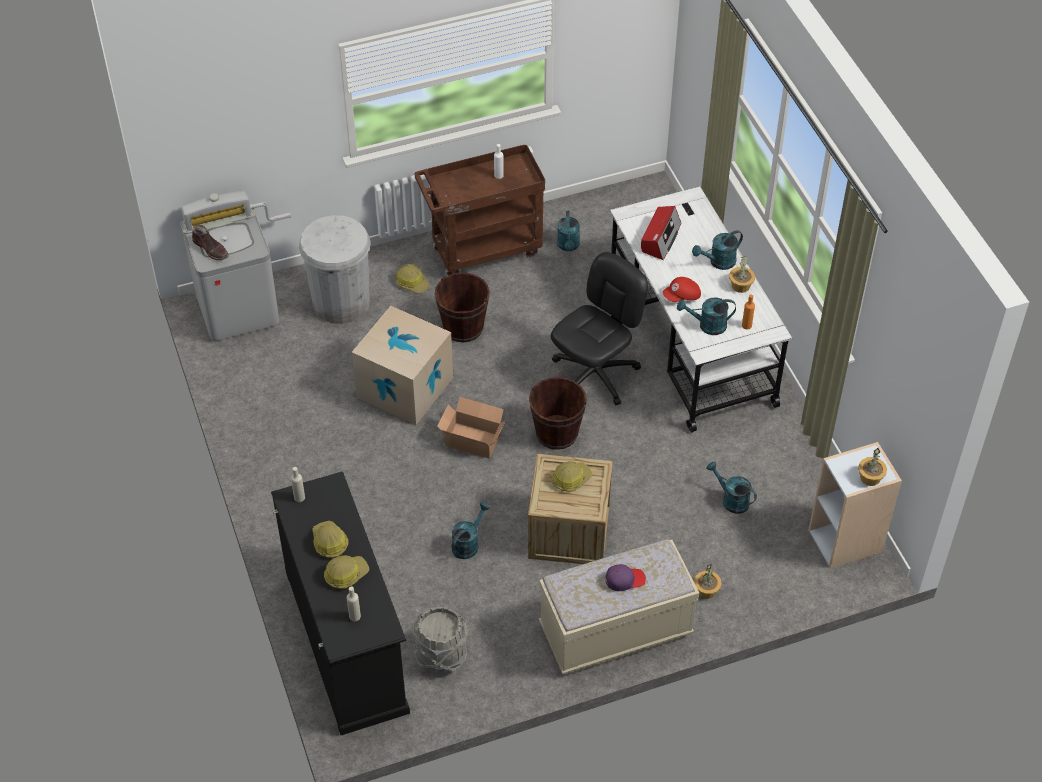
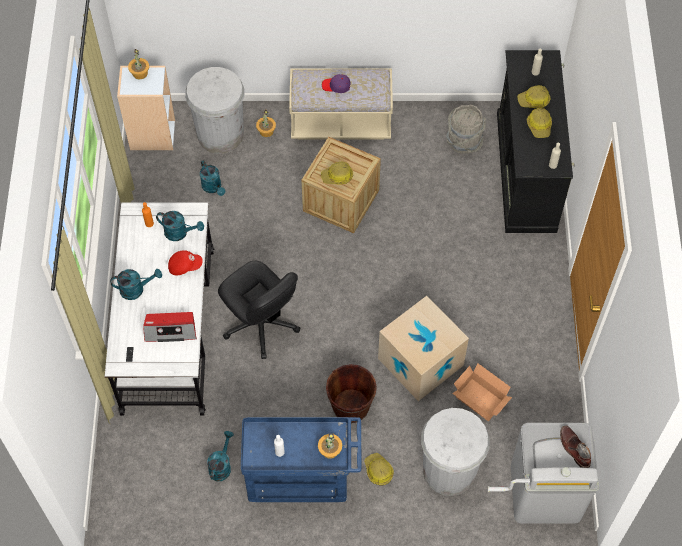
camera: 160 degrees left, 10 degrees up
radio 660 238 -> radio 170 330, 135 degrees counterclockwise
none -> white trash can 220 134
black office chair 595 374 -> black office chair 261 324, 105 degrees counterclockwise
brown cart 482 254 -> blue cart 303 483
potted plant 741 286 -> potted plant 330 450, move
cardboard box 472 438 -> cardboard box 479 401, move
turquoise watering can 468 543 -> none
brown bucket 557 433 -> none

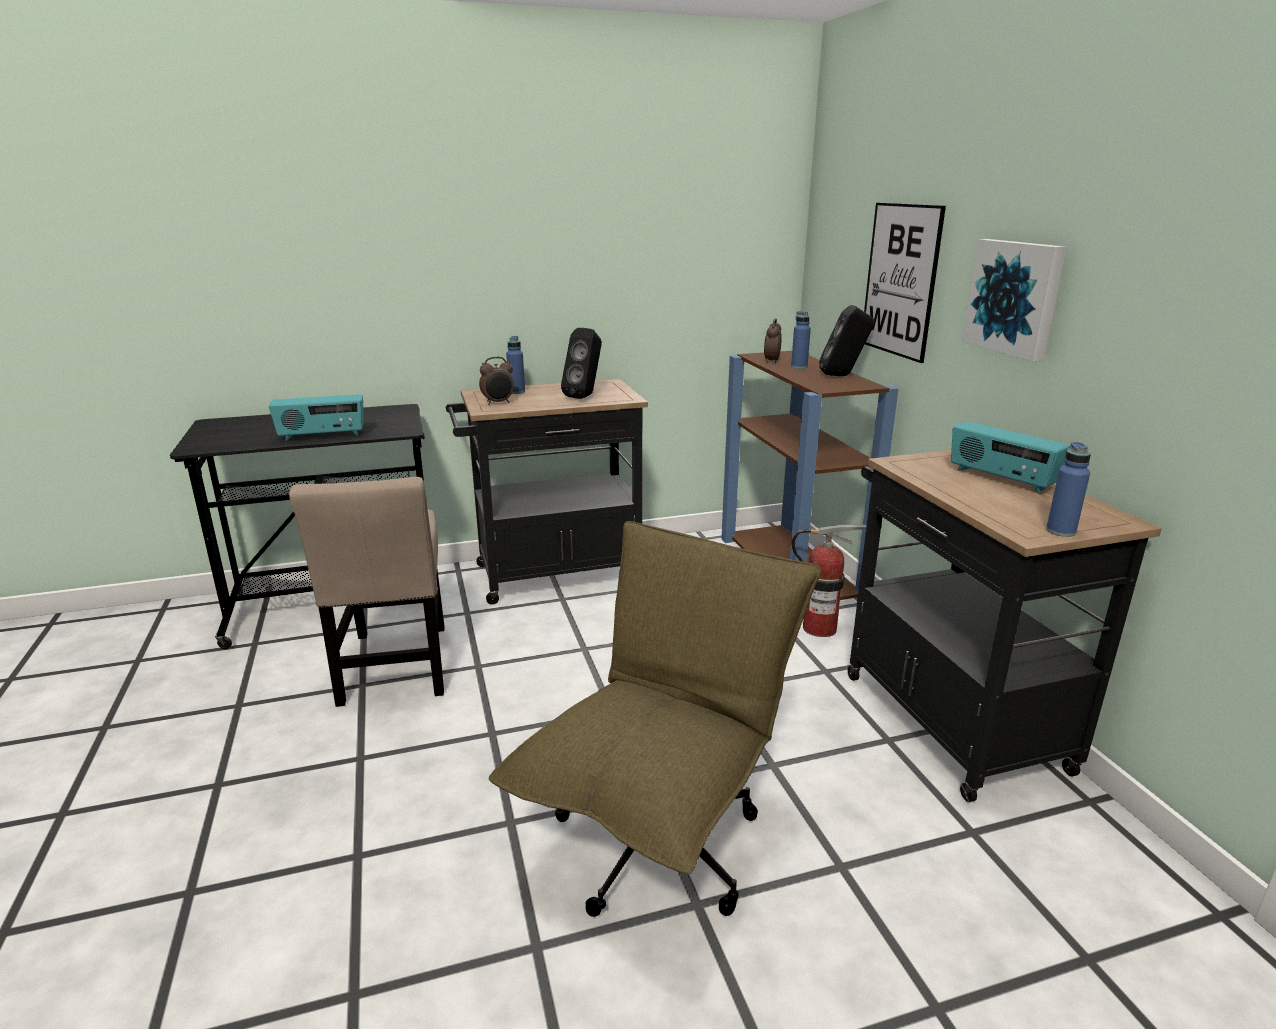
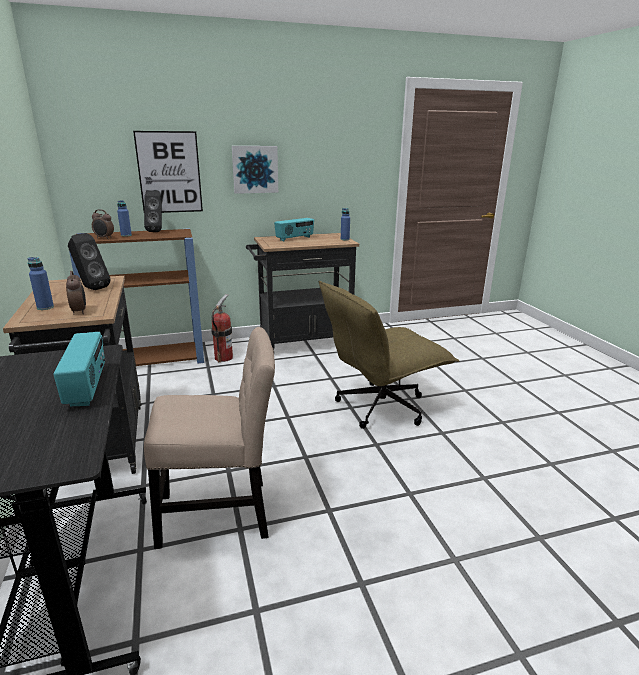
camera: 90 degrees left, 0 degrees up
beige office chair 655 845 -> beige office chair 382 406, 60 degrees counterclockwise

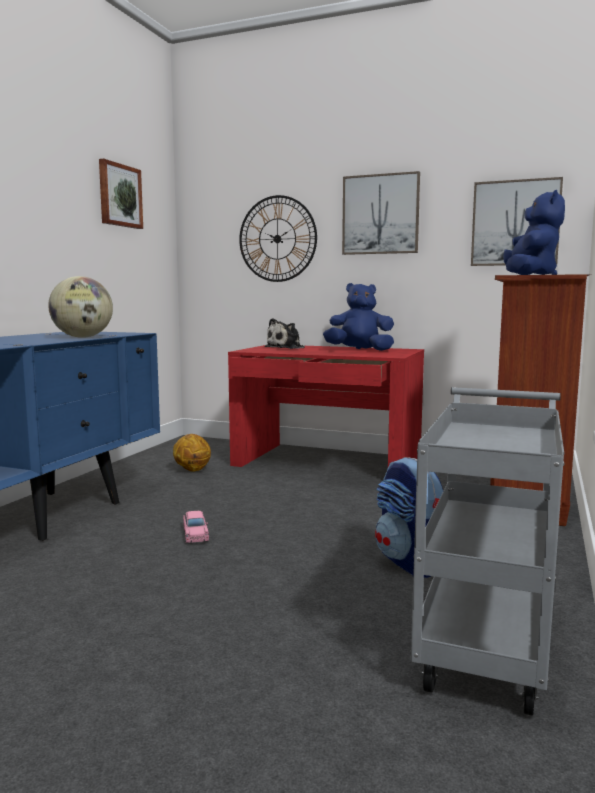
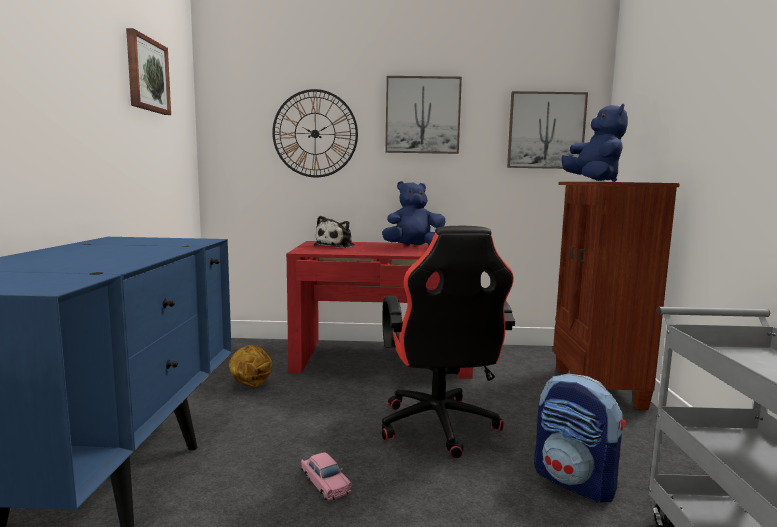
camera: 20 degrees left, 0 degrees up
none -> black office chair 439 431
globe 82 337 -> none

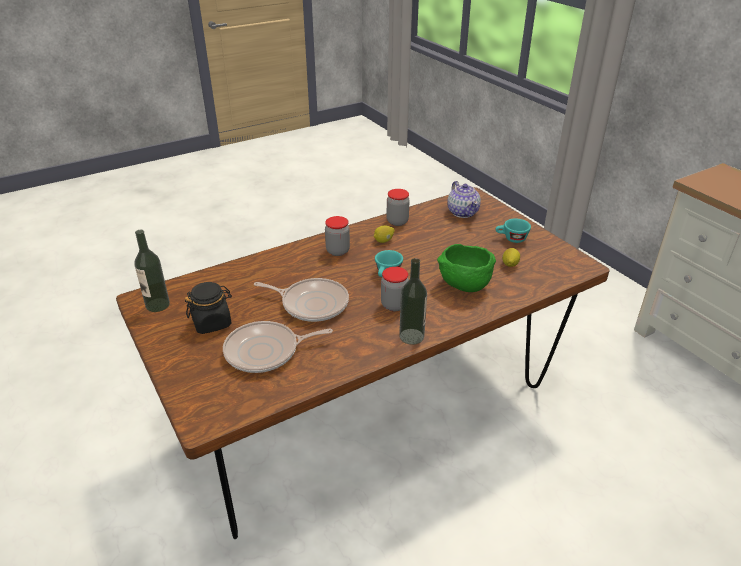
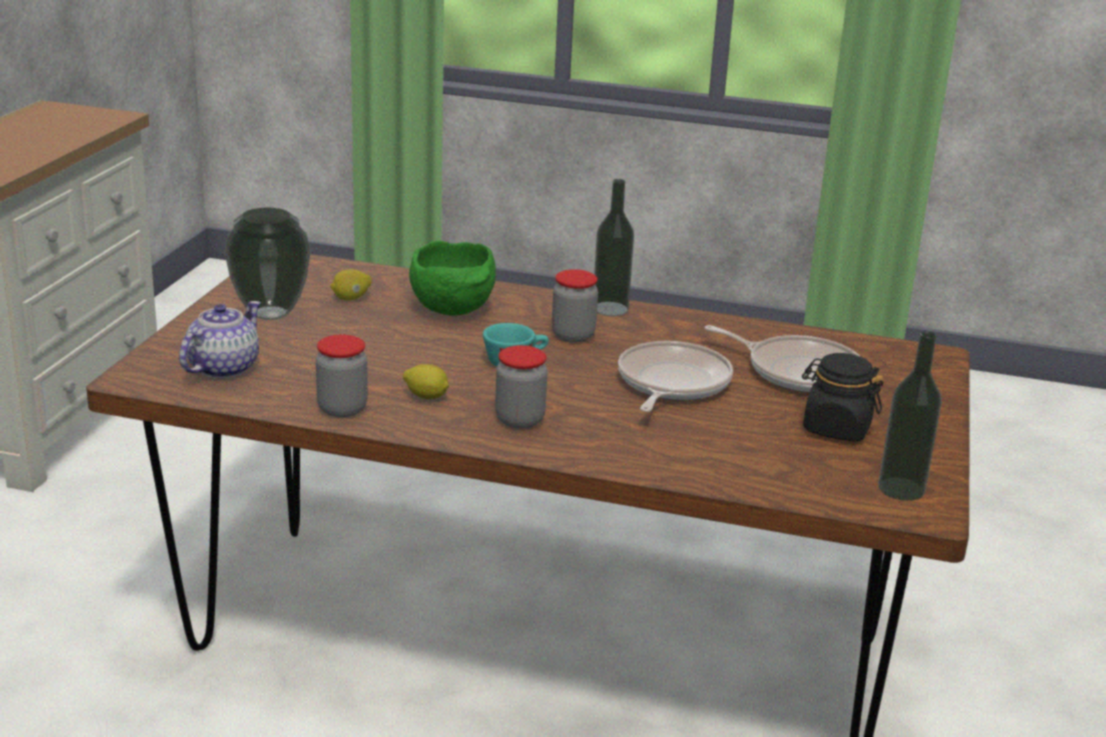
camera: 135 degrees left, 10 degrees down
turquoise cup 511 239 -> vase 269 313
frying pan 312 303 -> frying pan 671 384, 45 degrees clockwise

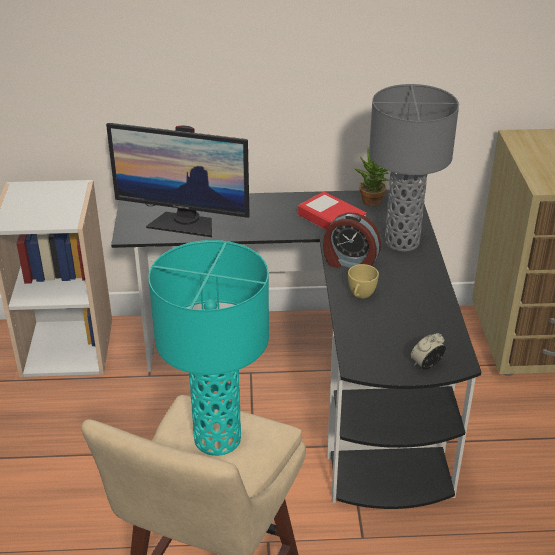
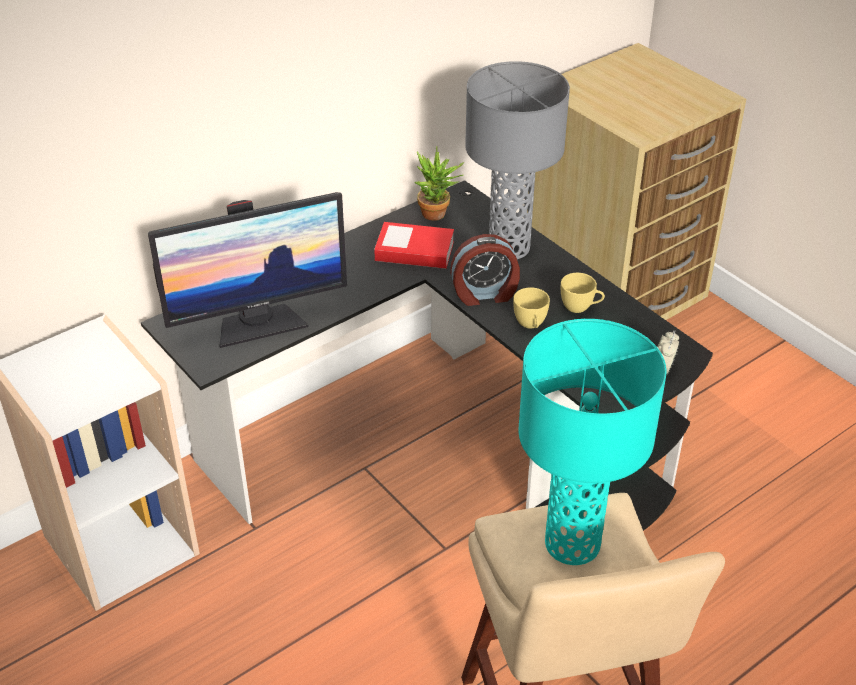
camera: 35 degrees left, 5 degrees up
none -> yellow cup 580 307

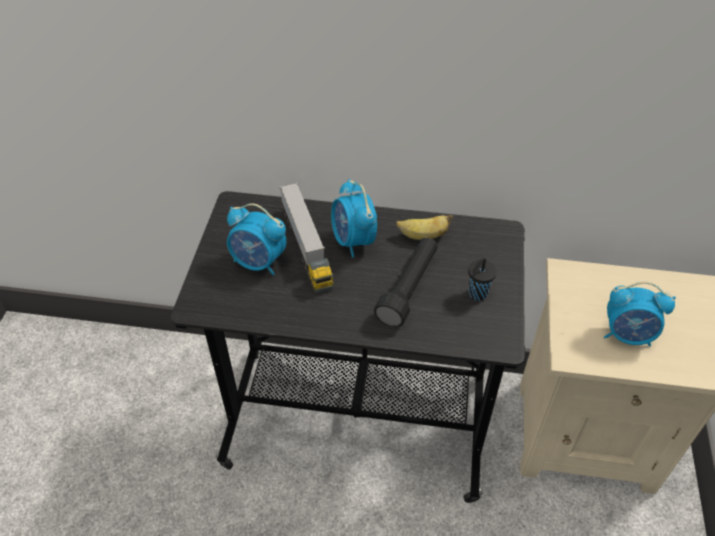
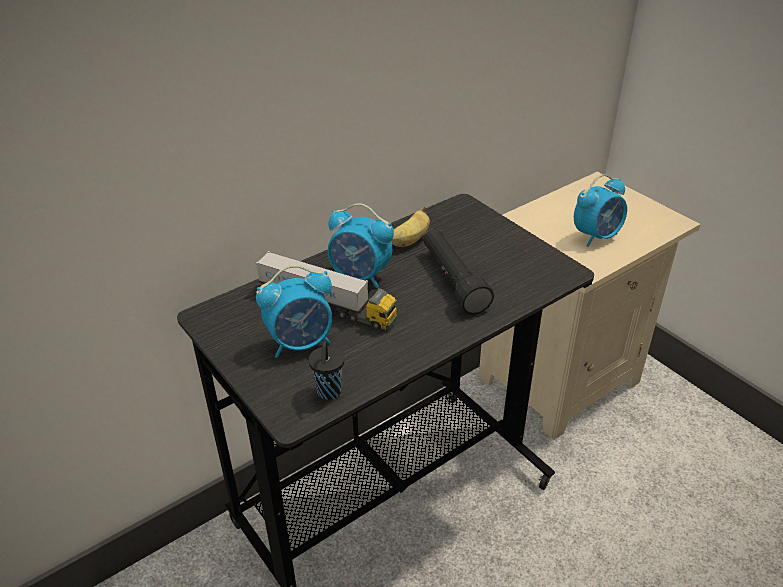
camera: 45 degrees left, 10 degrees down
black cup 476 294 -> black cup 329 392, move

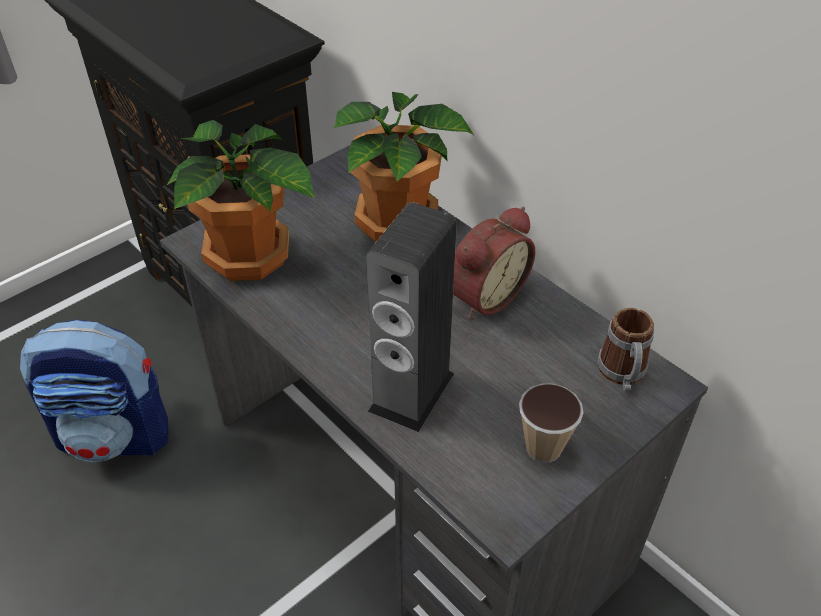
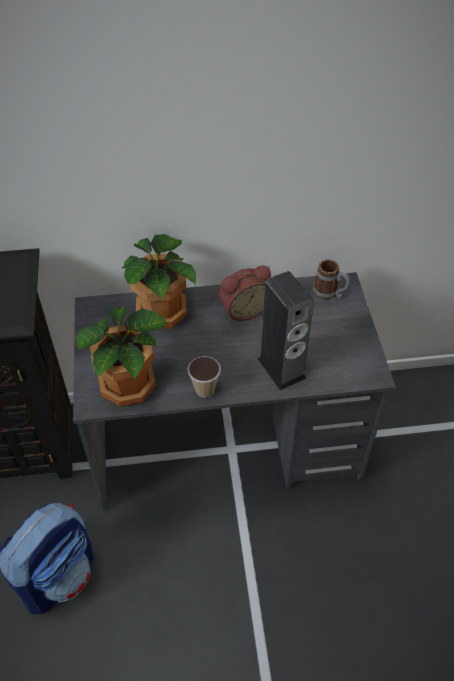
camera: 55 degrees left, 5 degrees up
cup 543 448 -> cup 205 390, move
alarm clock 484 295 -> alarm clock 243 309, 75 degrees clockwise

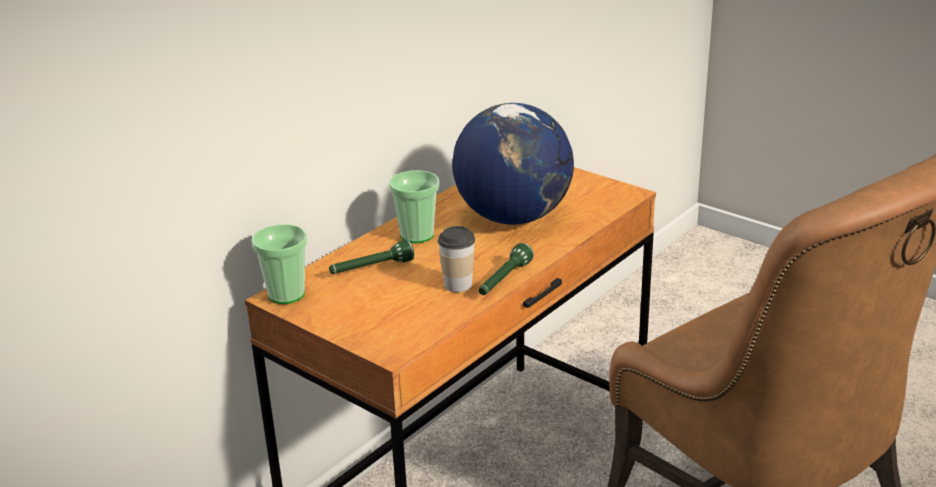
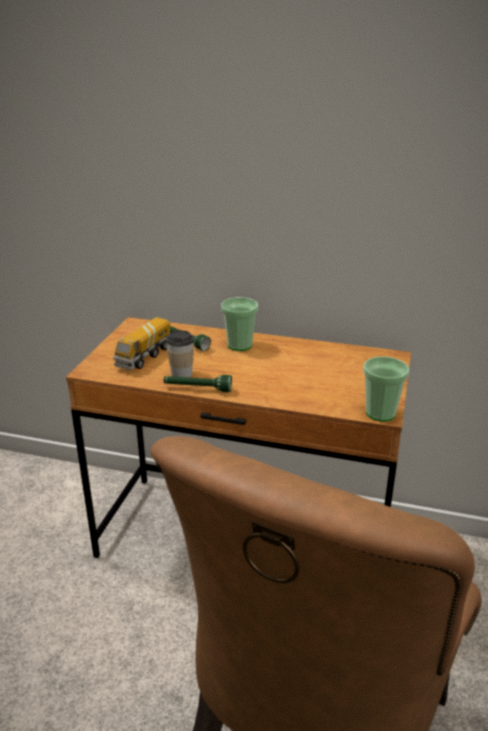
camera: 65 degrees right, 0 degrees up
none -> toy truck 143 357
cup 286 294 -> cup 380 413, move
globe 513 217 -> none

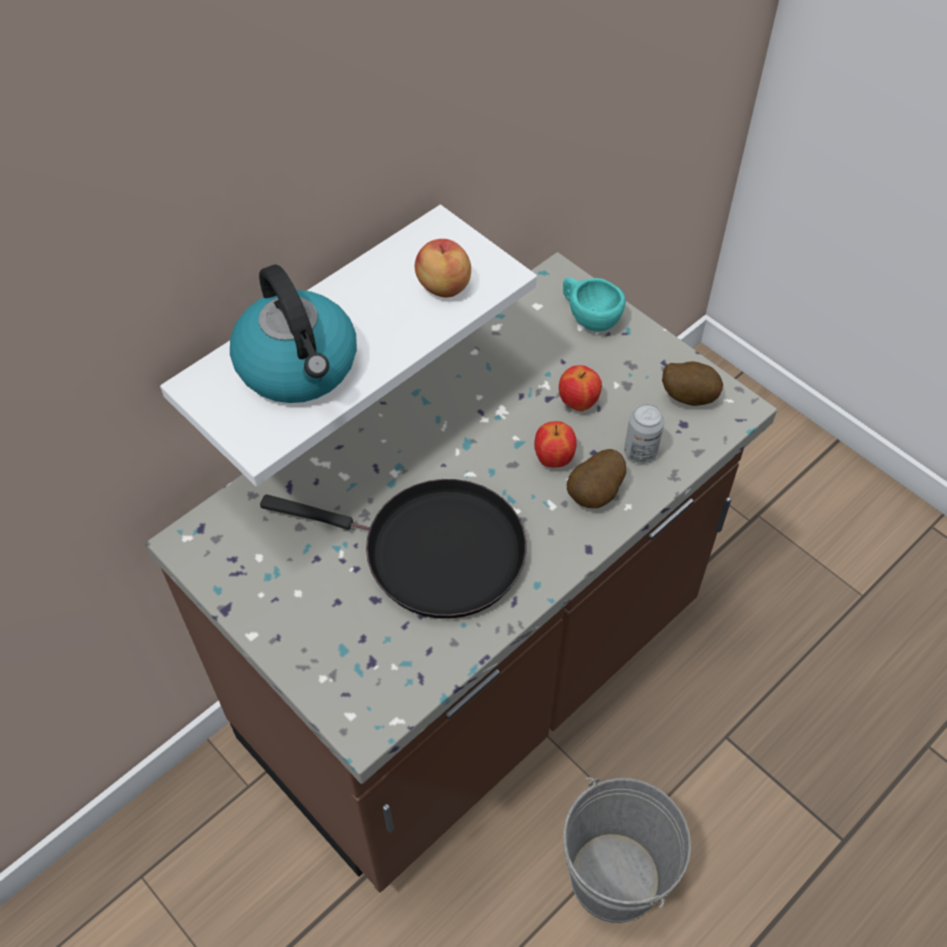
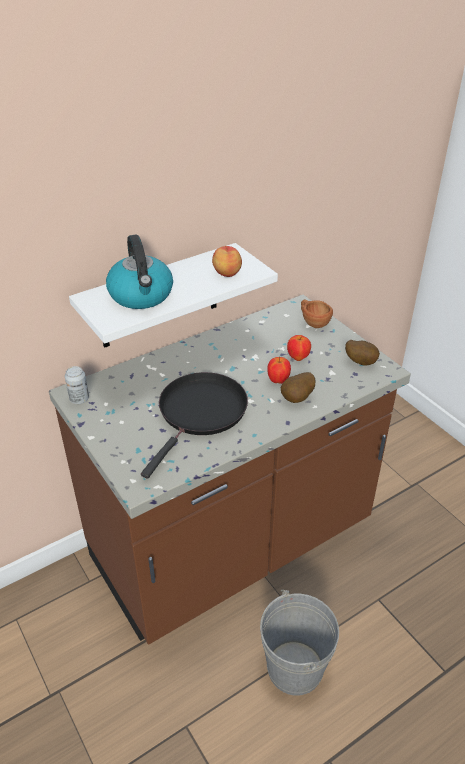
camera: 10 degrees right, 15 degrees down
can 640 452 -> can 79 399, move
black frying pan 433 552 -> black frying pan 200 413, 90 degrees counterclockwise
turquoise cup 588 317 -> brown cup 313 322

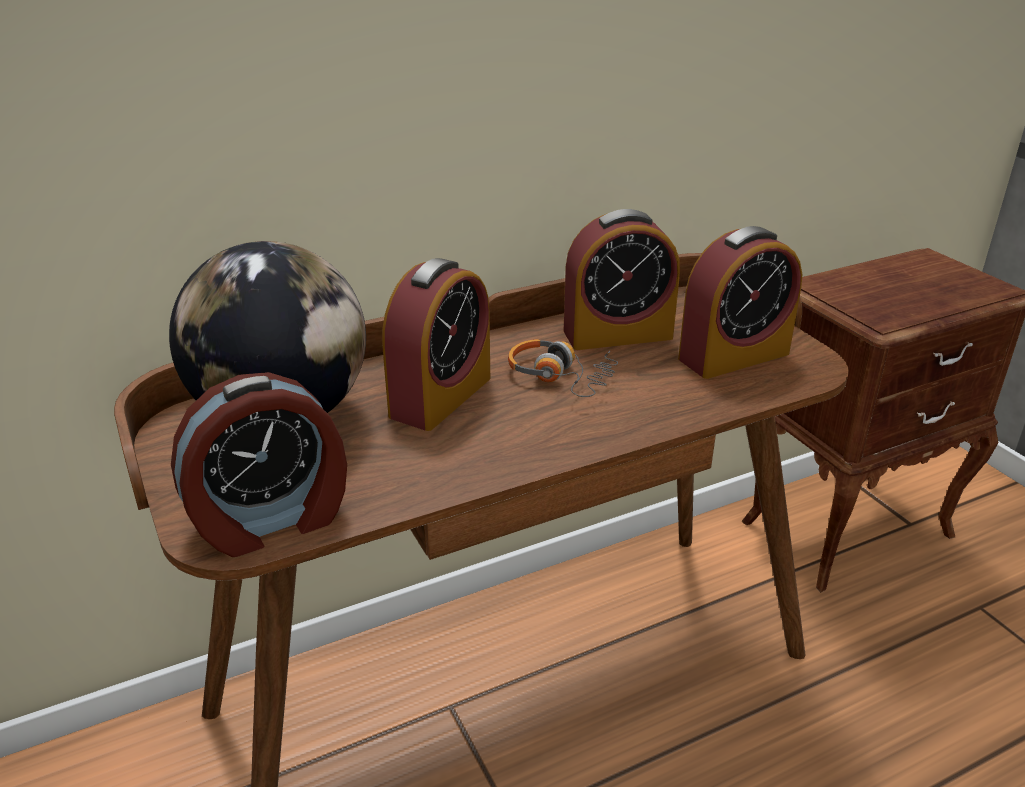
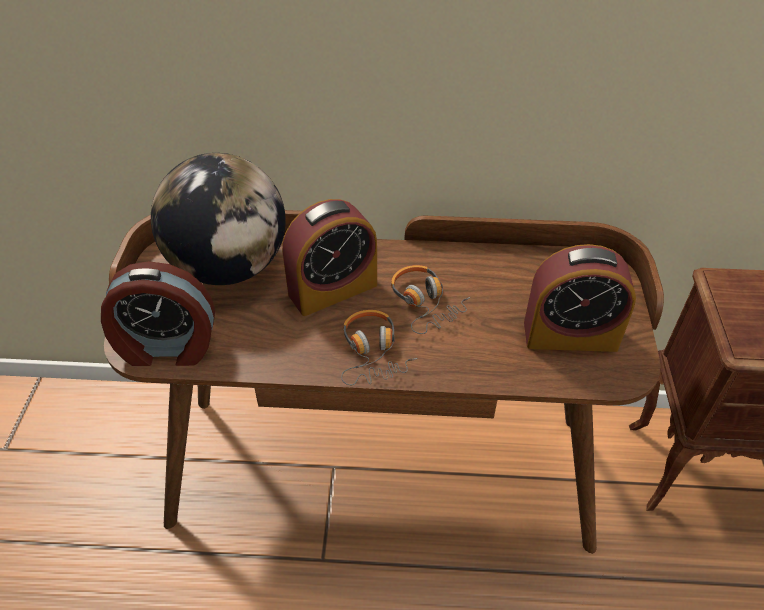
camera: 30 degrees right, 15 degrees up
none -> headphones 372 353
alarm clock 617 334 -> none

